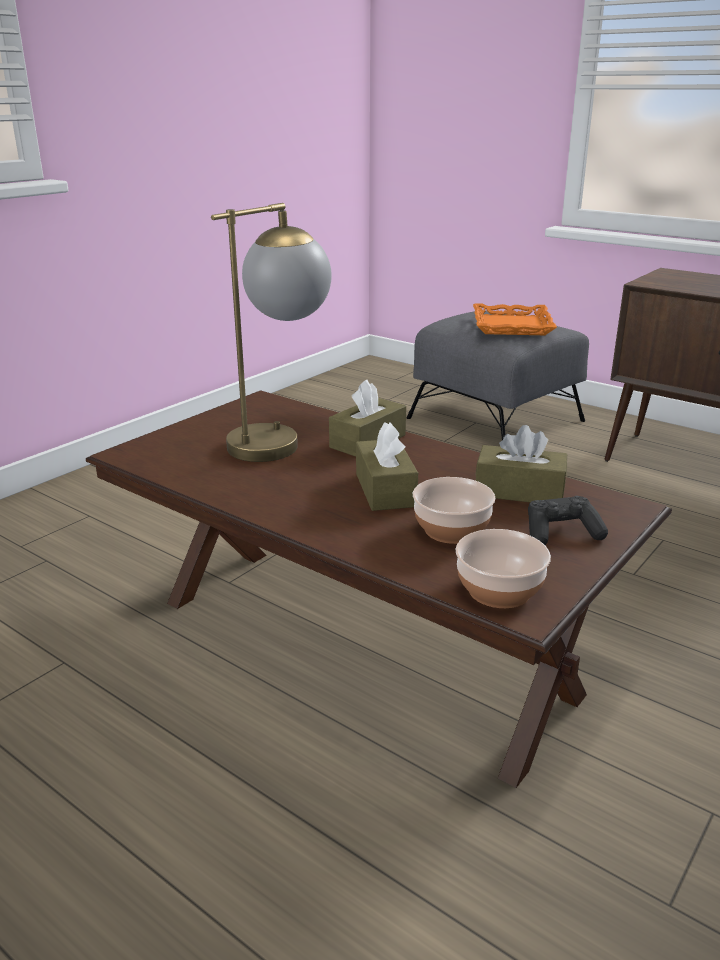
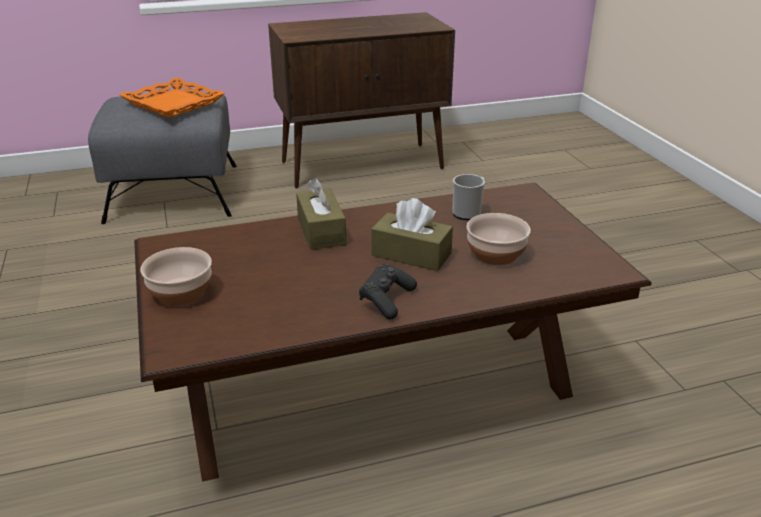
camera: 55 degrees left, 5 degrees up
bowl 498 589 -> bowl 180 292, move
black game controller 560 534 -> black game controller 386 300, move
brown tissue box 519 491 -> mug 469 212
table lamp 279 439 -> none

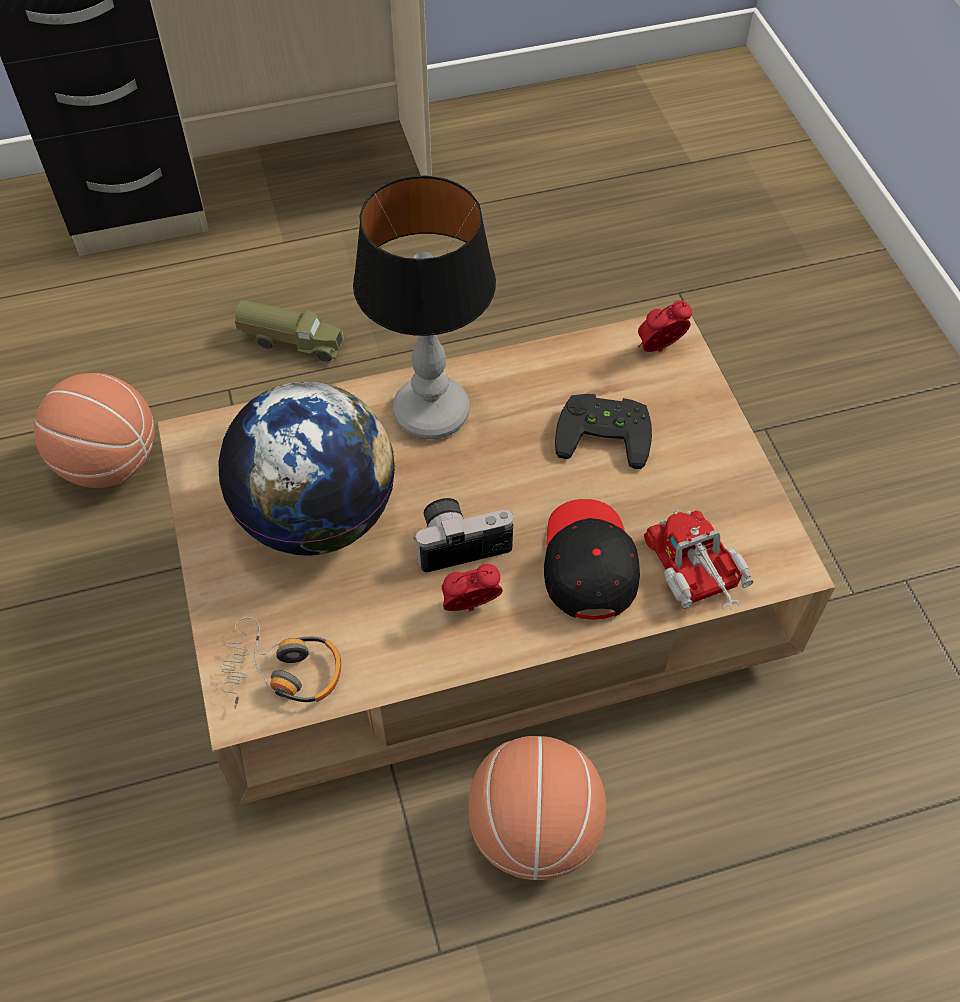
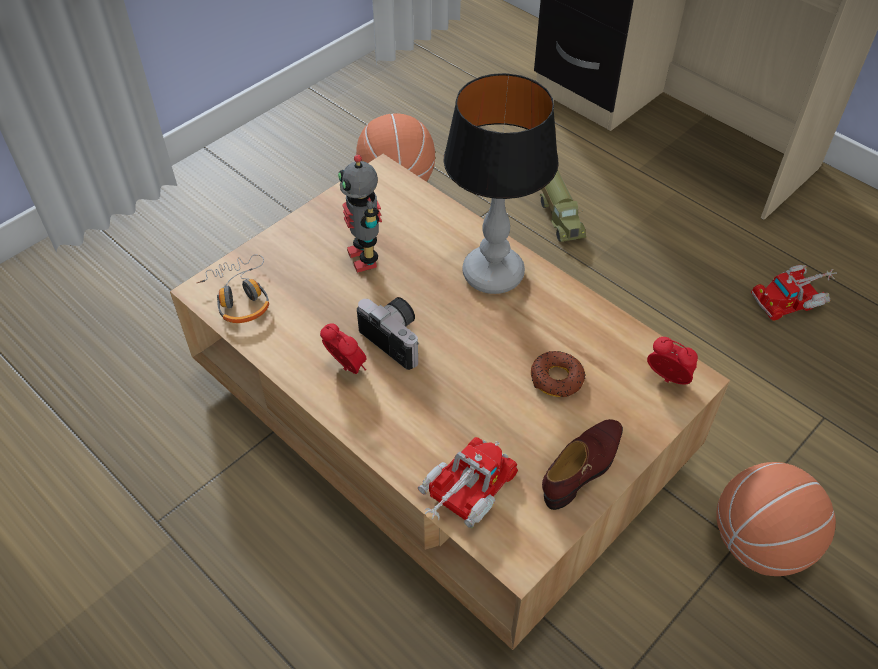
camera: 60 degrees right, 5 degrees down
globe 318 516 -> toy robot 365 258
black game controller 605 431 -> donut 556 378
none -> brown shoe 583 467
basketball 534 828 -> basketball 760 543, move
none -> toy truck 792 298
black cap 588 563 -> none

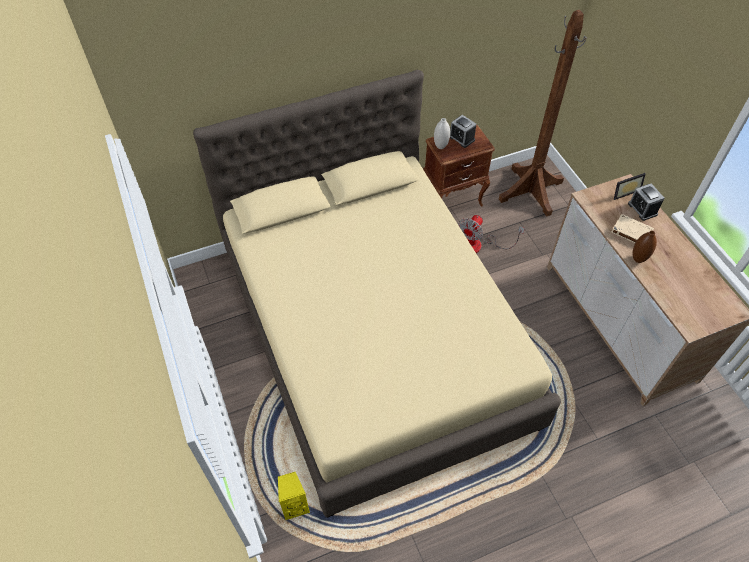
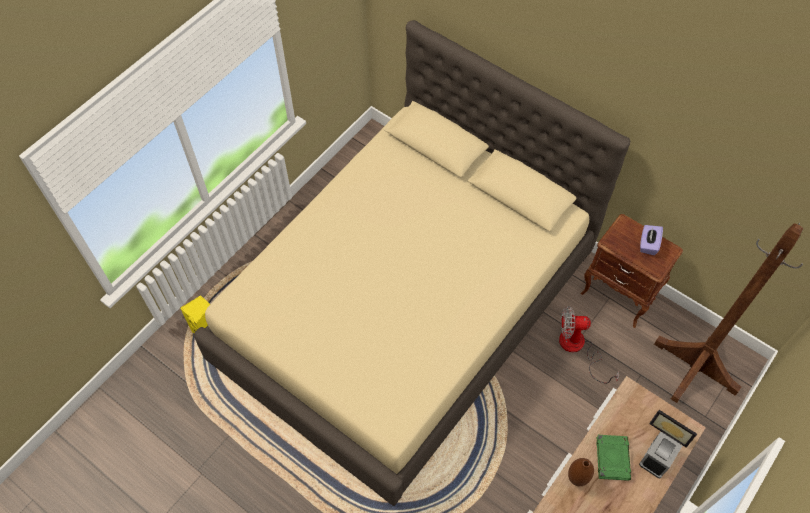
camera: 60 degrees right, 5 degrees up
beige book 631 232 -> green book 612 458
alarm clock 461 138 -> purple tissue box 648 244
white vase 440 146 -> none

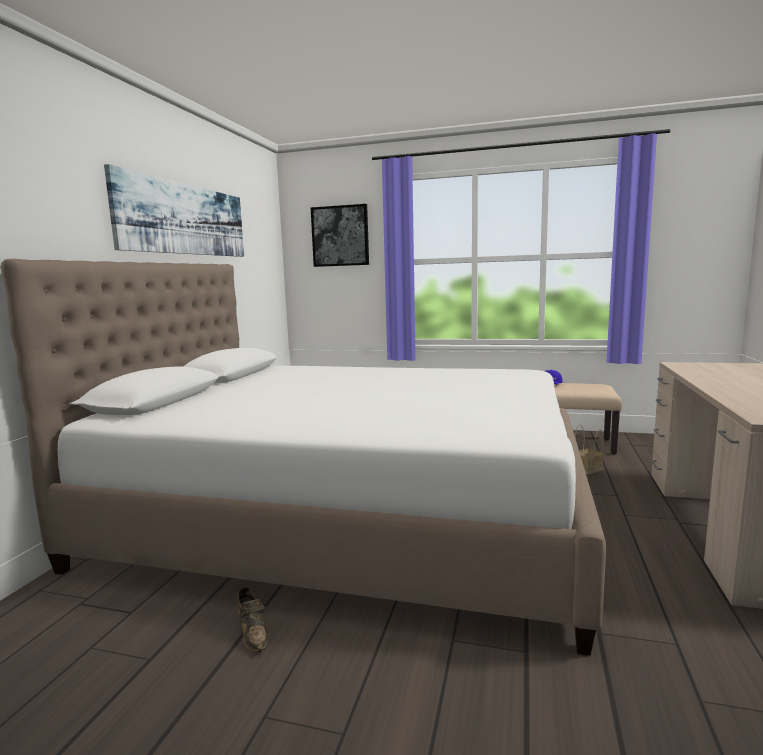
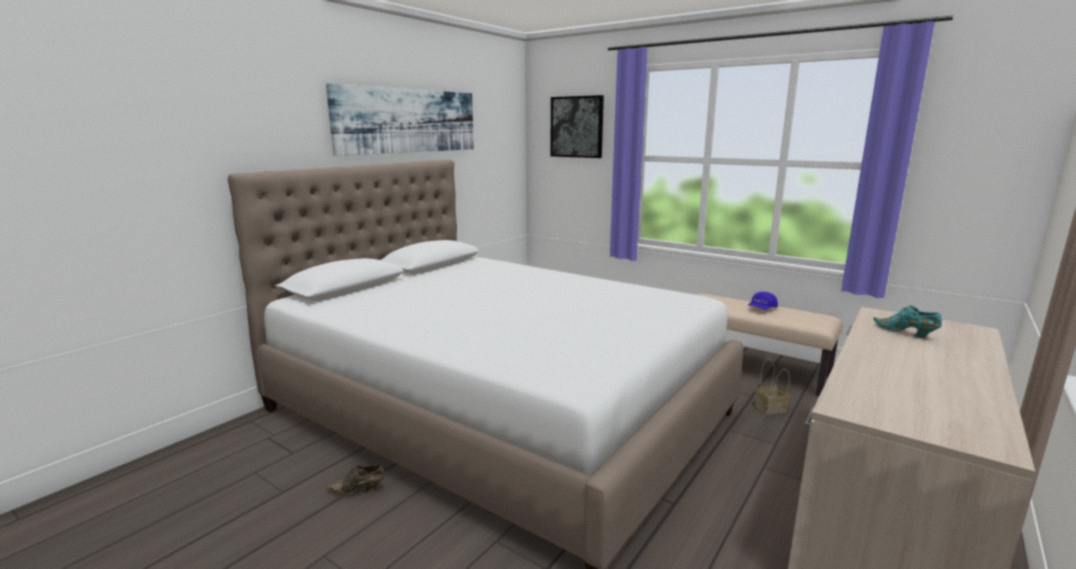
camera: 20 degrees right, 5 degrees up
brown shoe 252 632 -> brown shoe 358 491, 90 degrees clockwise
none -> turquoise shoe 906 333

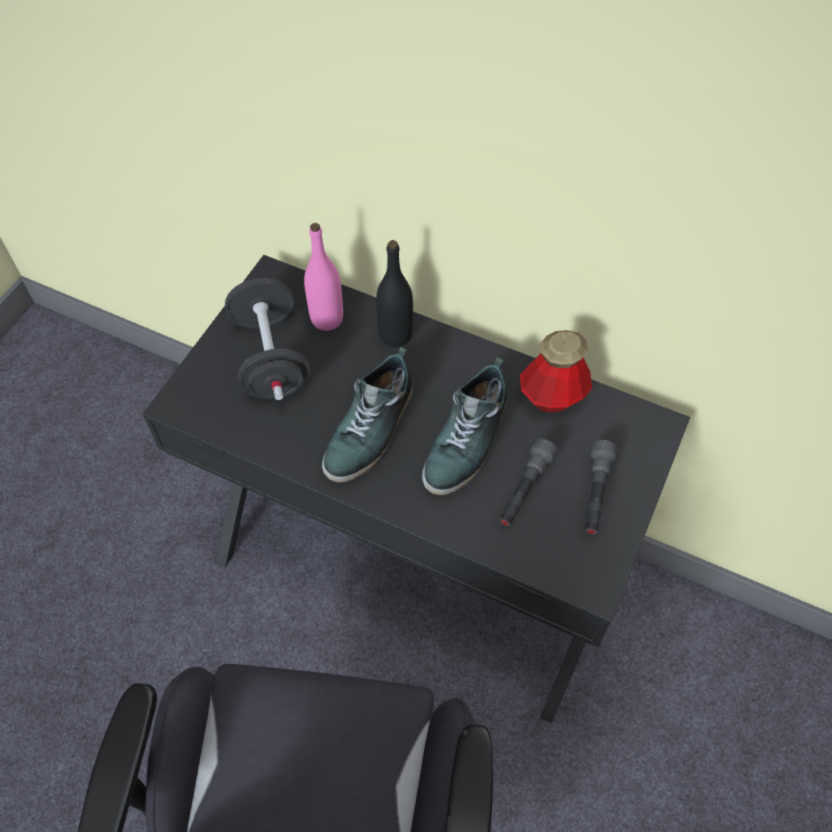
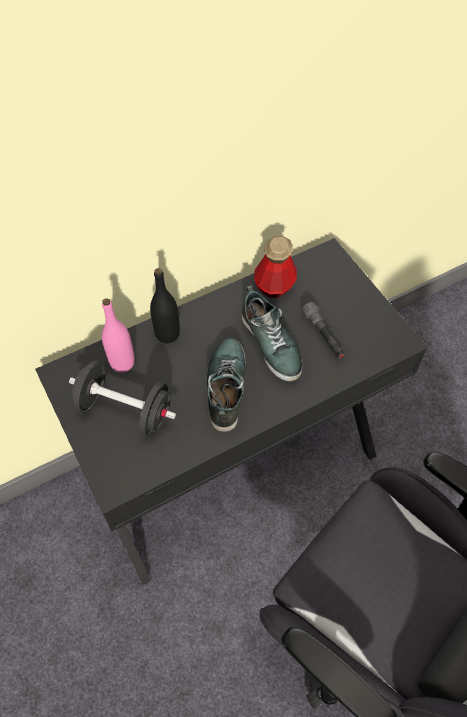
camera: 55 degrees left, 0 degrees up
shoe 371 430 -> shoe 225 386, 150 degrees counterclockwise
grey flashlight 596 493 -> none

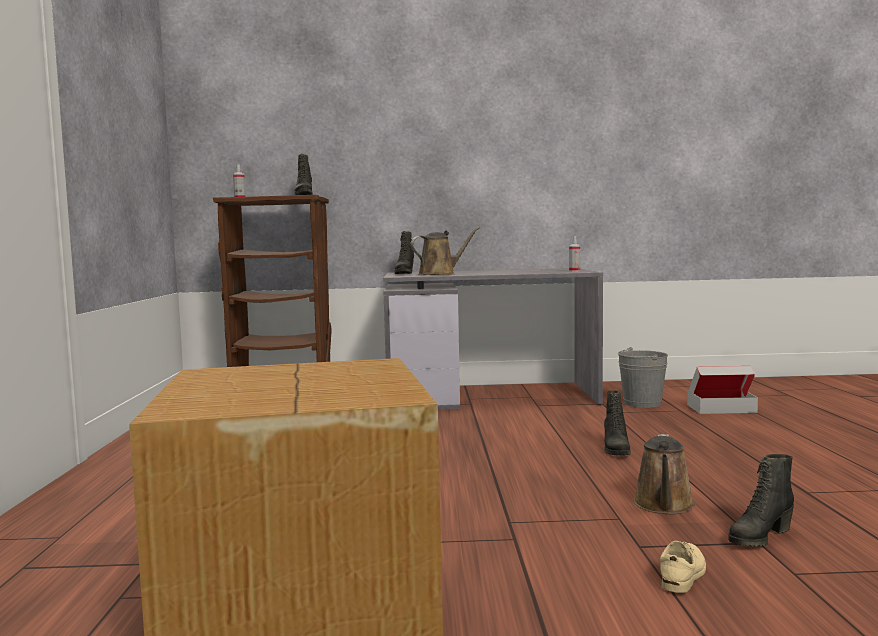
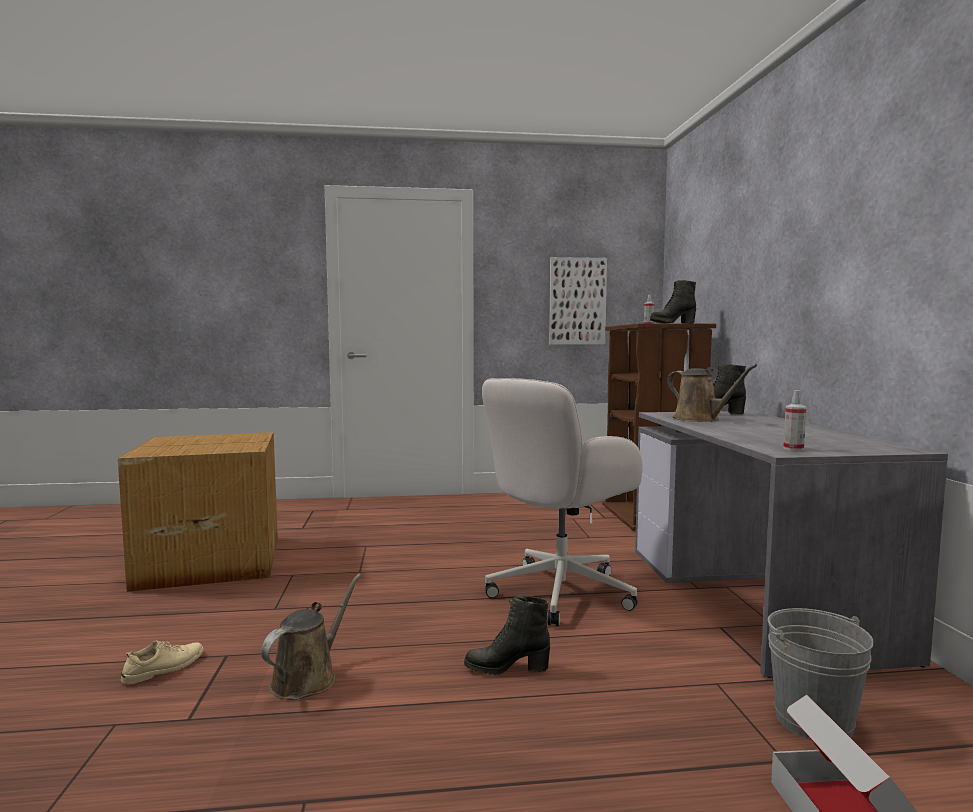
camera: 85 degrees right, 0 degrees up
beige shoe 683 574 -> beige shoe 164 668, 75 degrees counterclockwise
brown watering can 664 506 -> brown watering can 308 678, 105 degrees clockwise
none -> white office chair 560 593
none -> picture 577 301
black boot 759 537 -> none

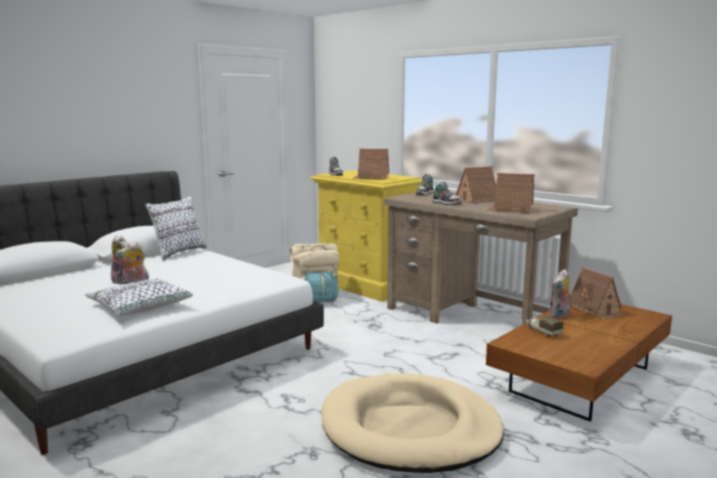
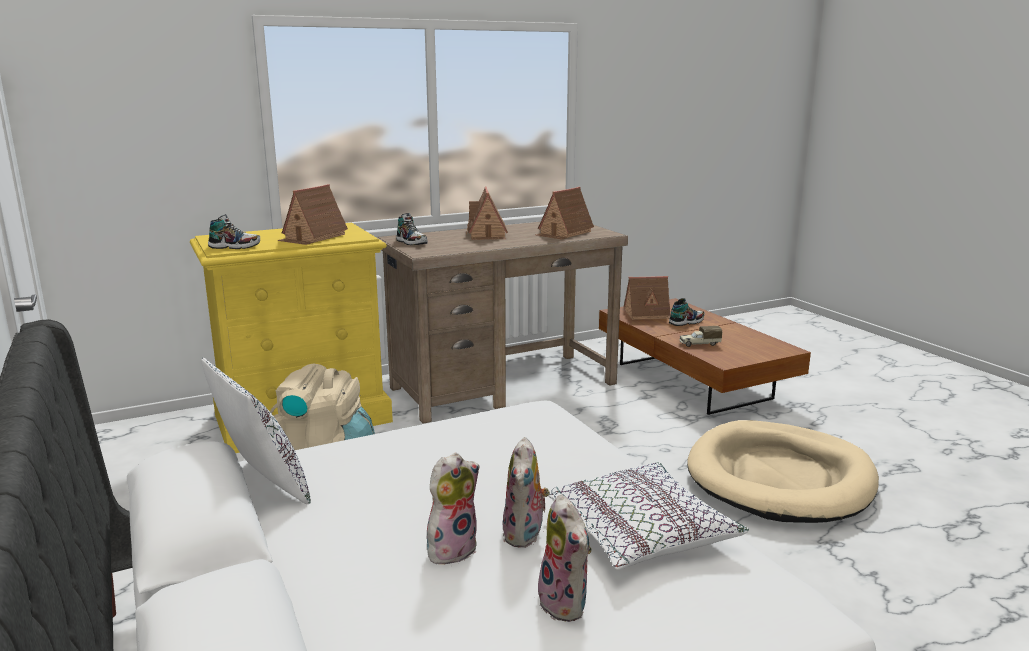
camera: 70 degrees left, 5 degrees up
plush toy 559 316 -> plush toy 567 604, move
shoe 447 203 -> shoe 686 322, move

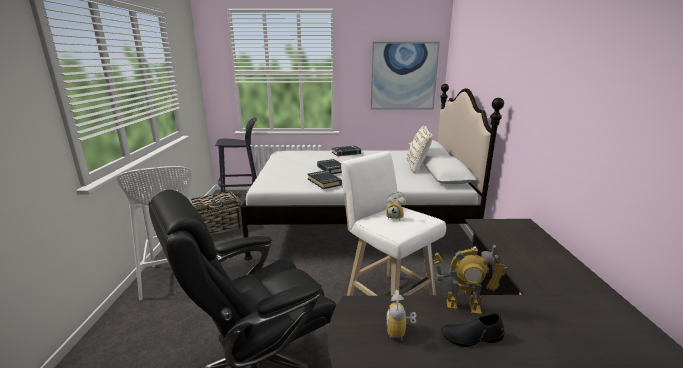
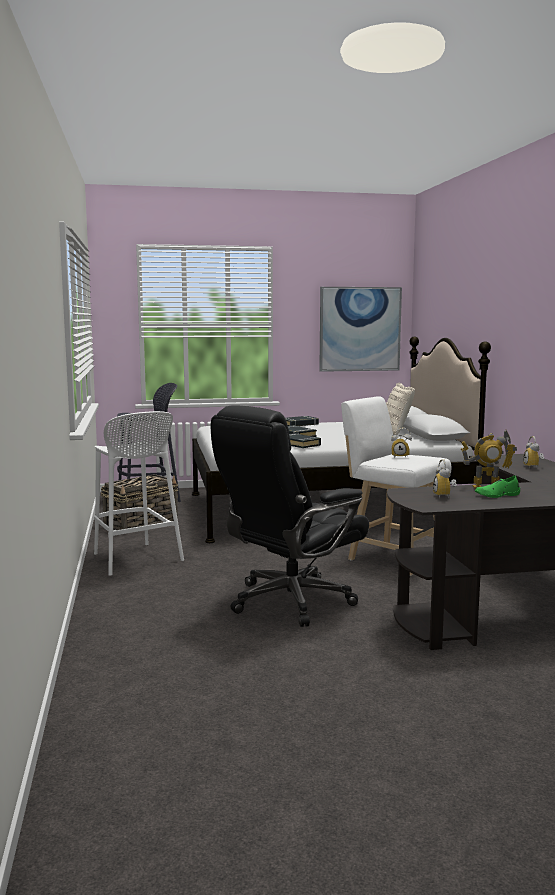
camera: 10 degrees left, 10 degrees down
black shoe 471 337 -> green shoe 497 495
none -> alarm clock 534 467

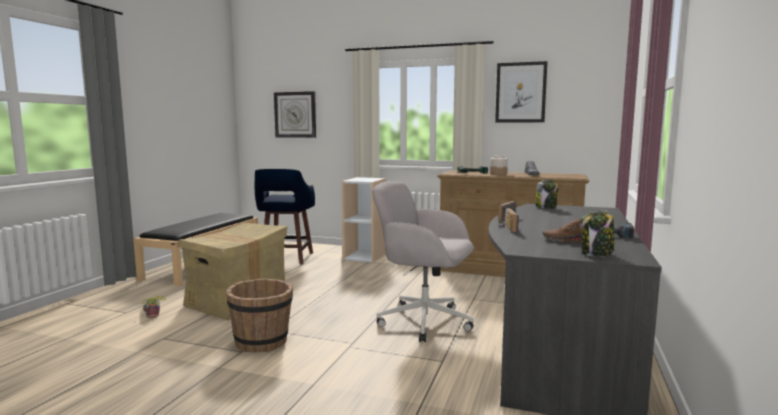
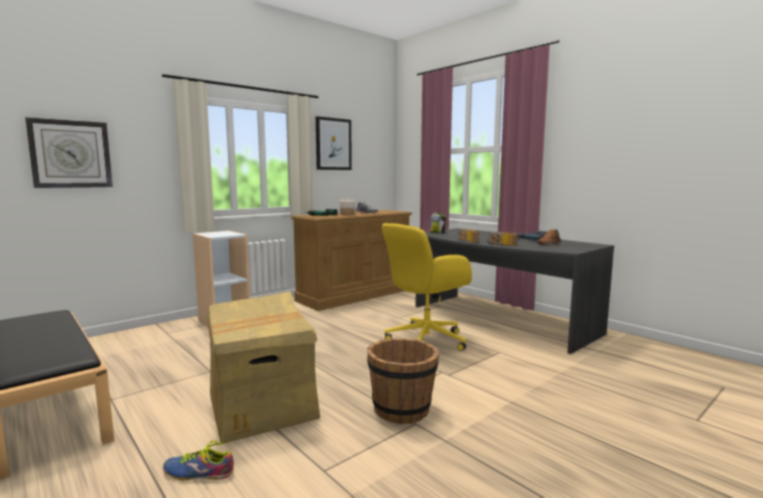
camera: 60 degrees left, 0 degrees up
grey office chair 423 322 -> yellow office chair 425 341
blue stool 286 259 -> none
jar 596 254 -> none

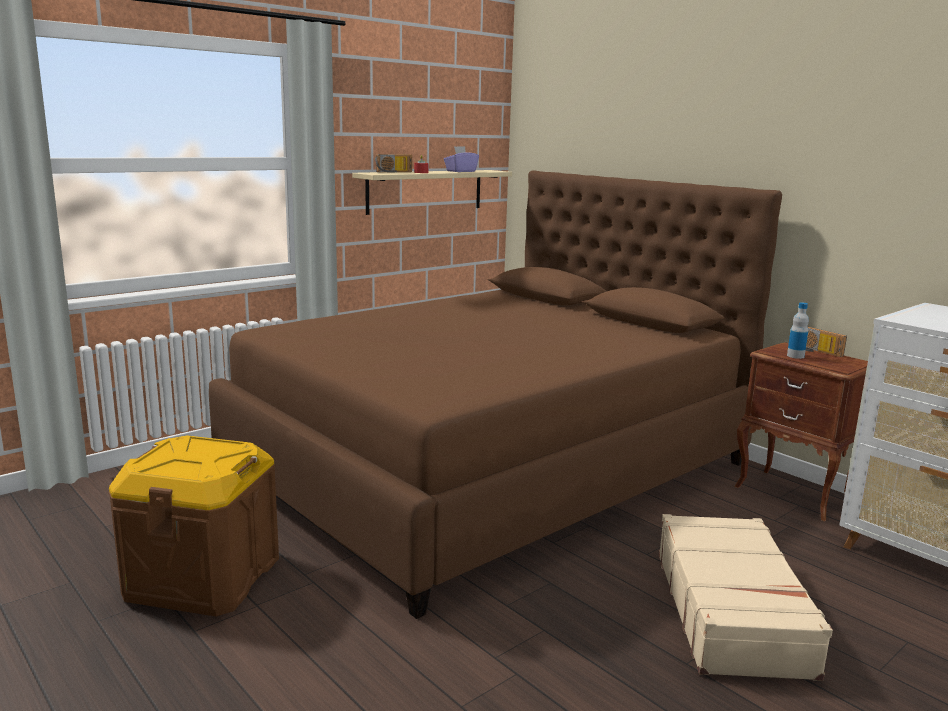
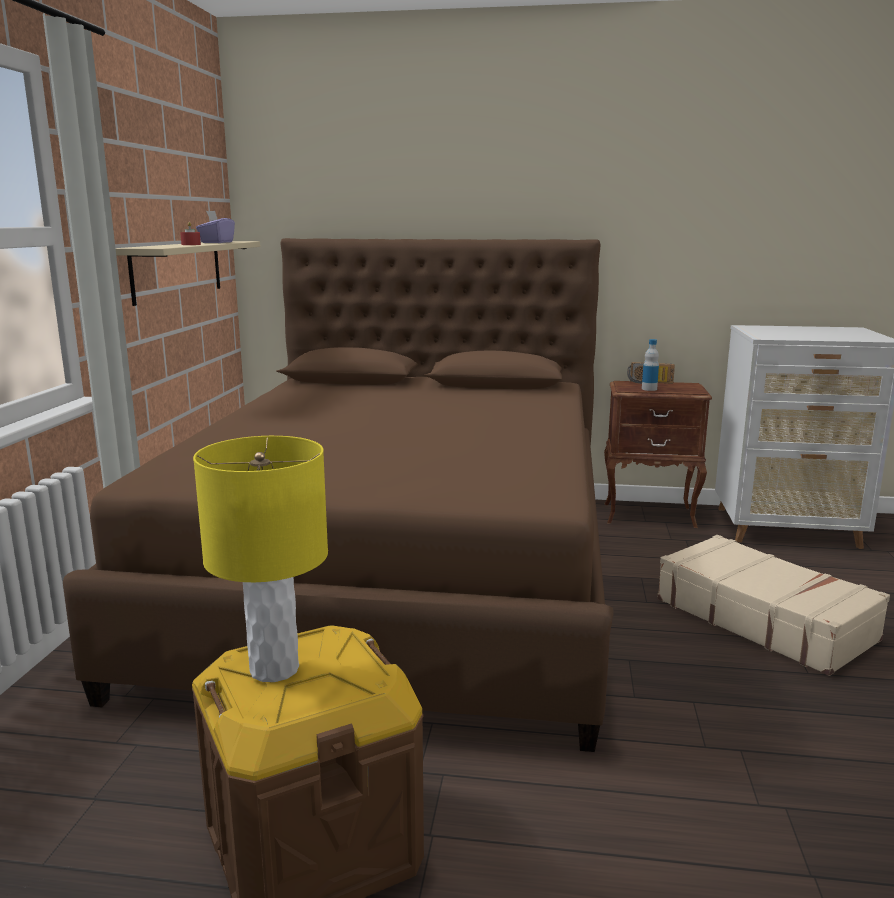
camera: 40 degrees left, 0 degrees up
none -> yellow table lamp 275 669
radio 394 172 -> none

